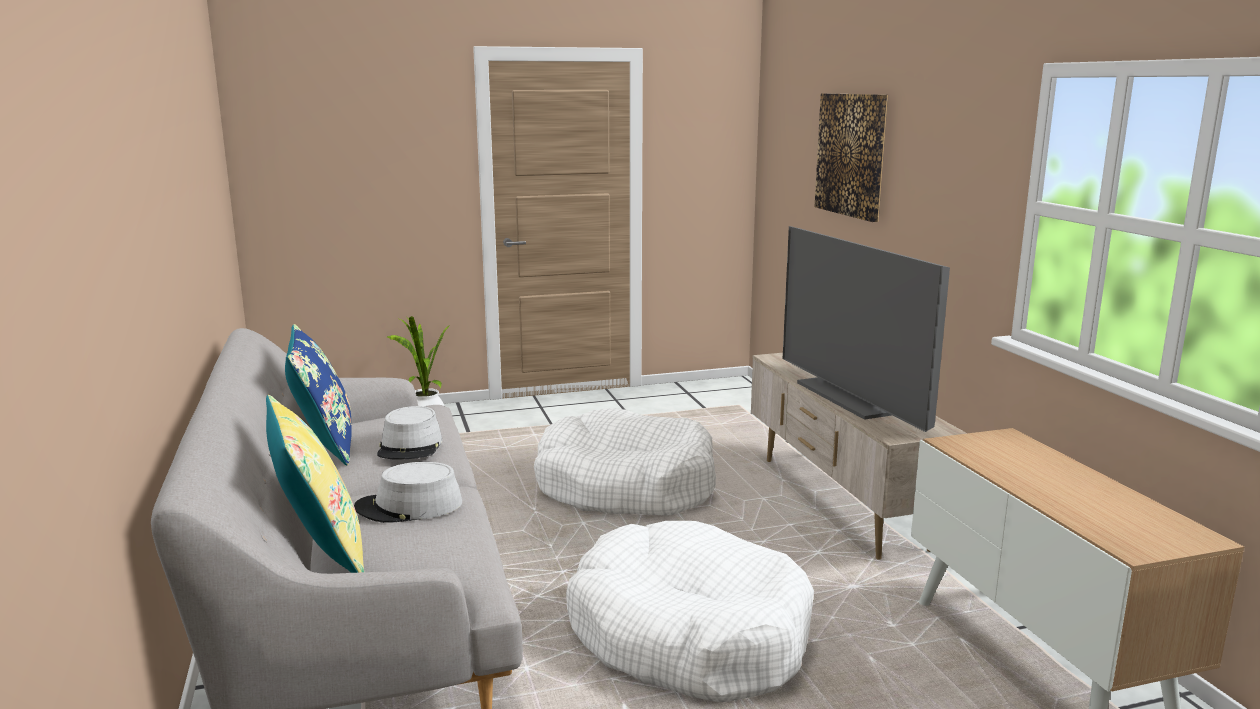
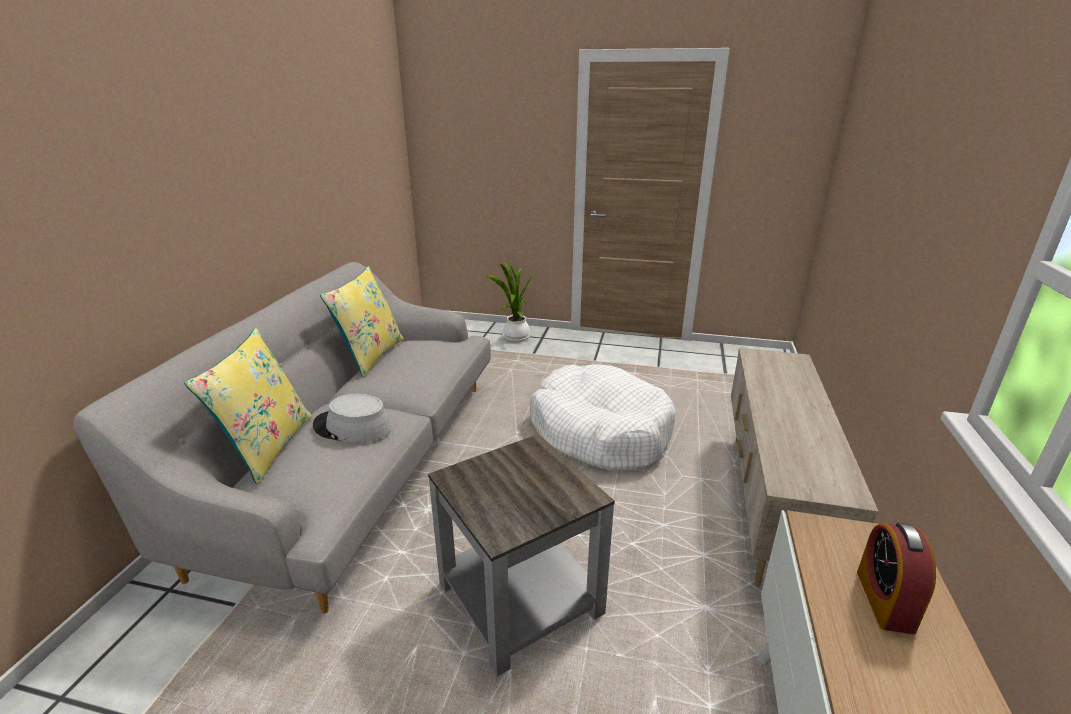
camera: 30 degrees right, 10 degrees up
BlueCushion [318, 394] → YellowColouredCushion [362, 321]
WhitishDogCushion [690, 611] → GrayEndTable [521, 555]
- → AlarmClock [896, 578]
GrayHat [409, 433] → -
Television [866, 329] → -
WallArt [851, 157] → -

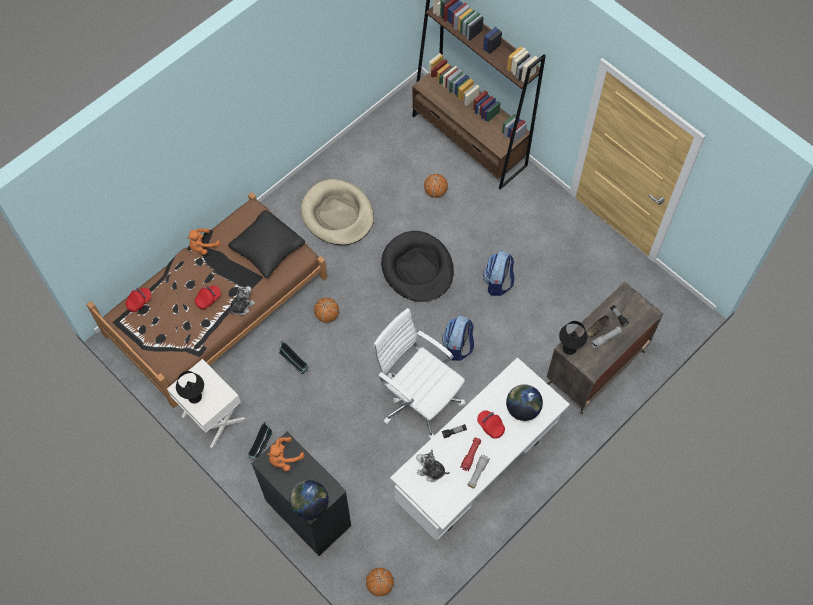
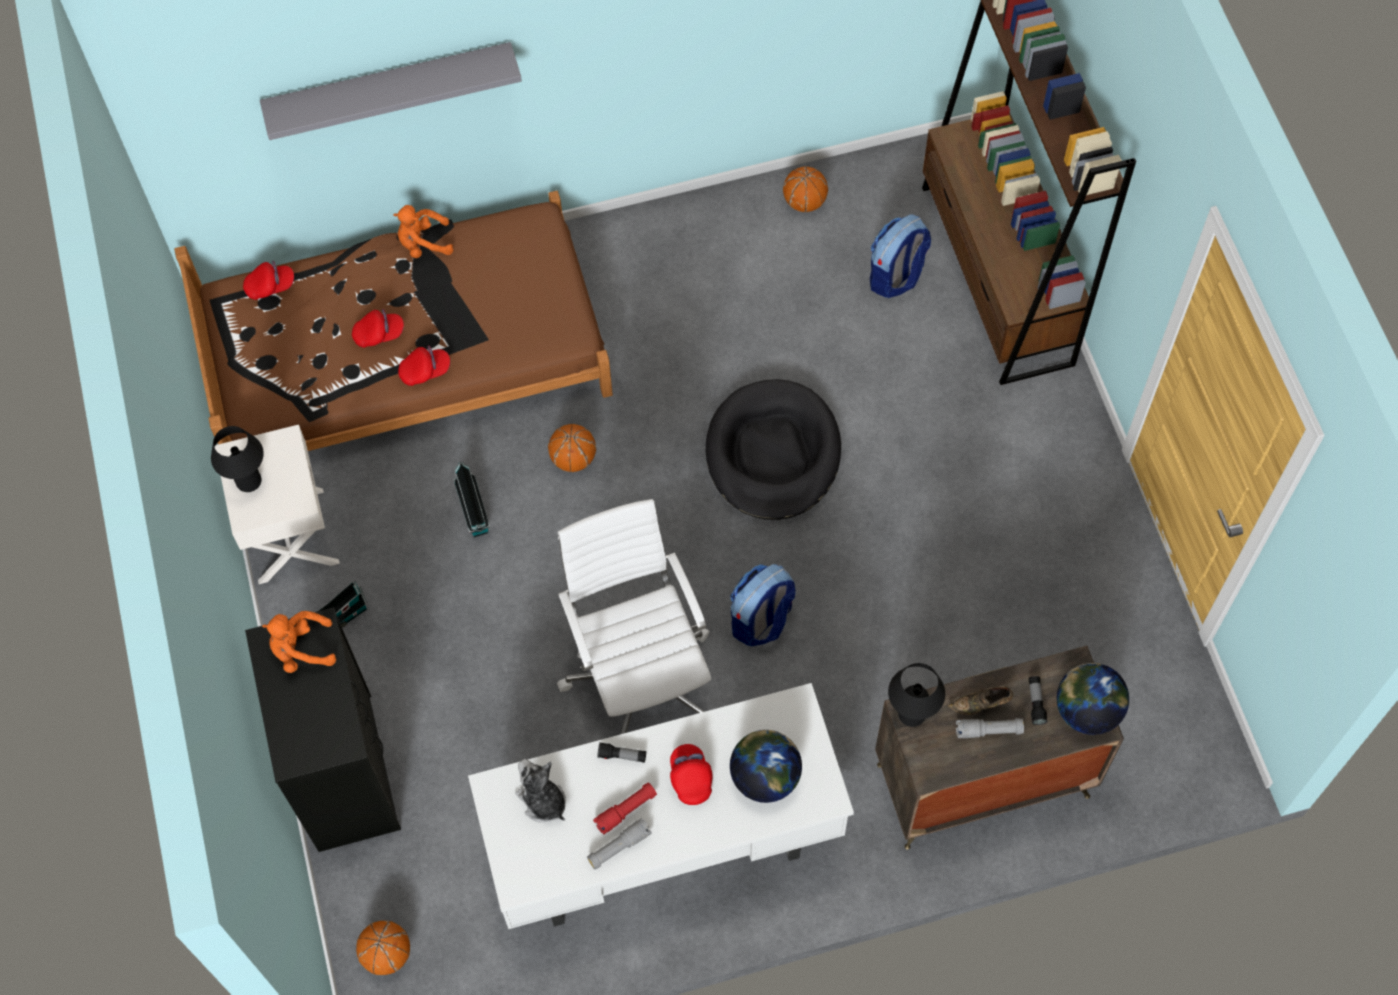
camera: 30 degrees right, 0 degrees up
- → GrayShelf [391, 91]
SoftToy [241, 300] → RedColouredBaseballCap [424, 365]
Basketball [436, 186] → Basketball [805, 189], relocated
Backpack [498, 273] → Backpack [900, 256], relocated
Globe [309, 500] → Globe [1093, 699], relocated
BlackColouredCushion [266, 244] → -
SandColouredDogCushion [337, 212] → -

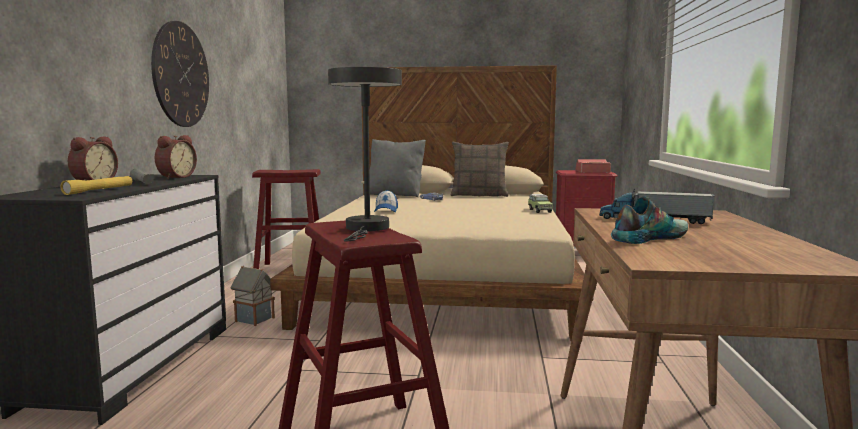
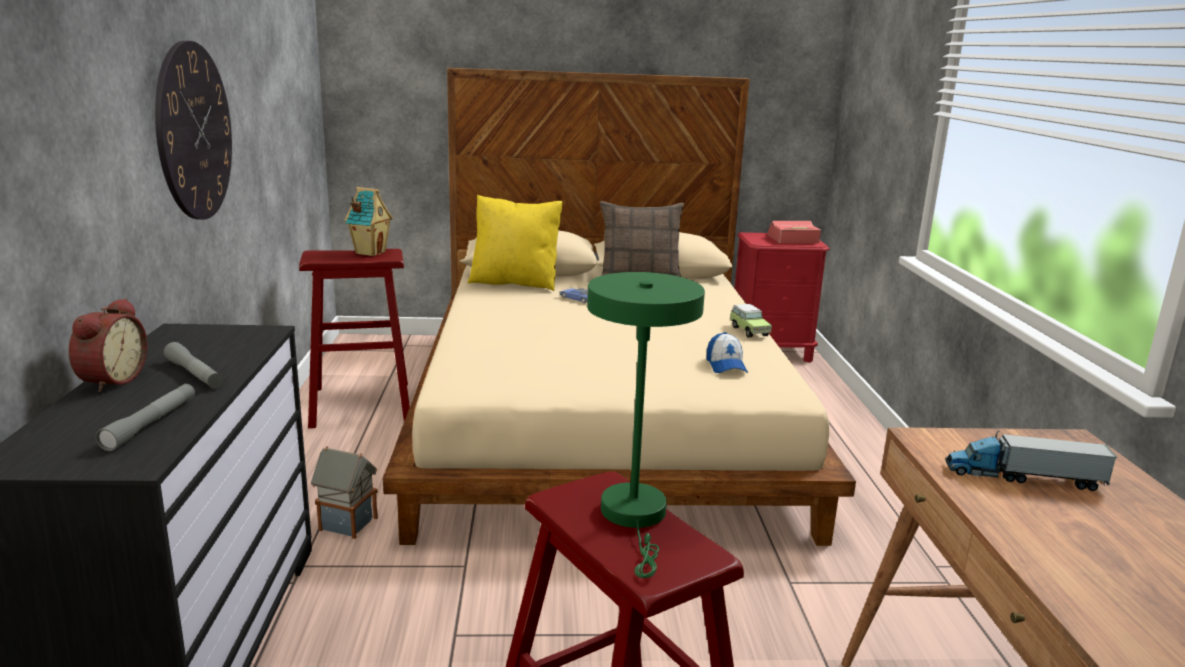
camera: 10 degrees left, 10 degrees up
YellowColouredTorch [96, 185] → GrayTorch [145, 417]
- → ModelHouse [368, 221]
GrayCushion [397, 168] → YellowColouredCushion [515, 243]
GrayTableLamp [365, 154] → GreenColouredTableLamp [646, 425]
BaseballCap [386, 201] → BaseballCap [727, 352], relocated
AlarmClock [176, 157] → -
ItemOfFootwear [649, 220] → -

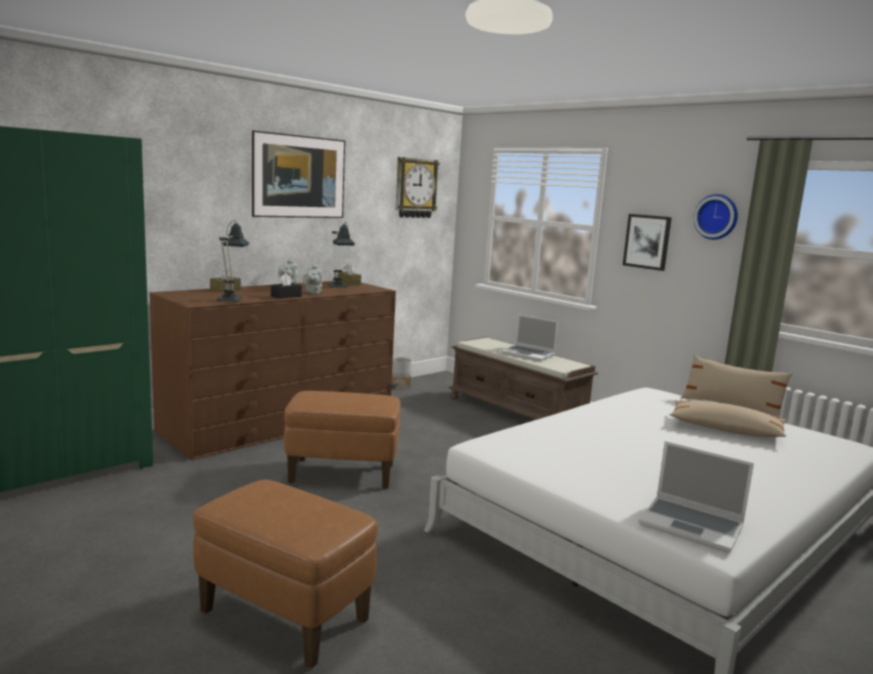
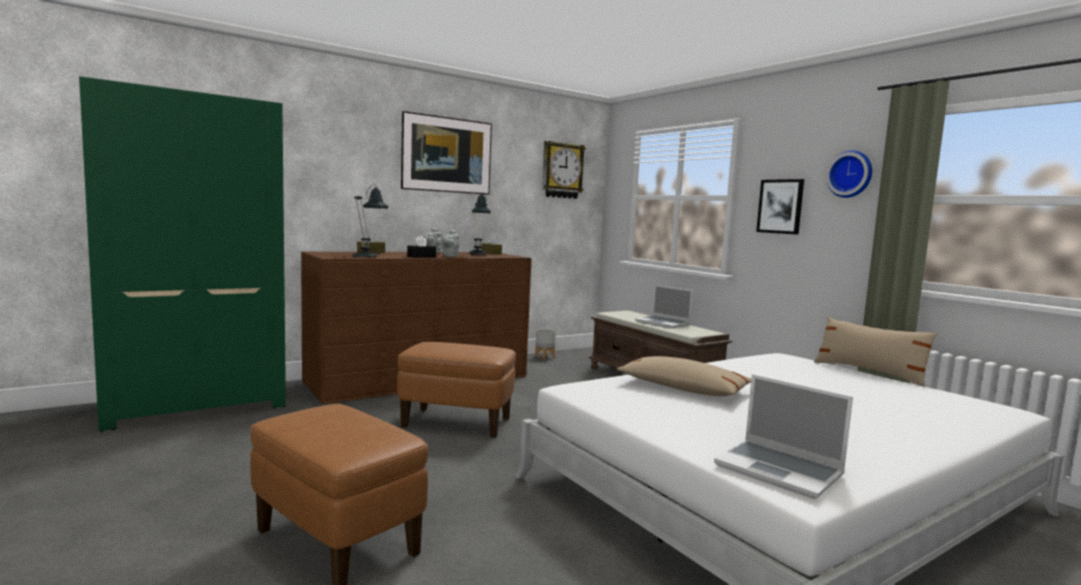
camera: 10 degrees right, 5 degrees down
SandColouredCushion [728, 419] → SandColouredCushion [684, 376], relocated

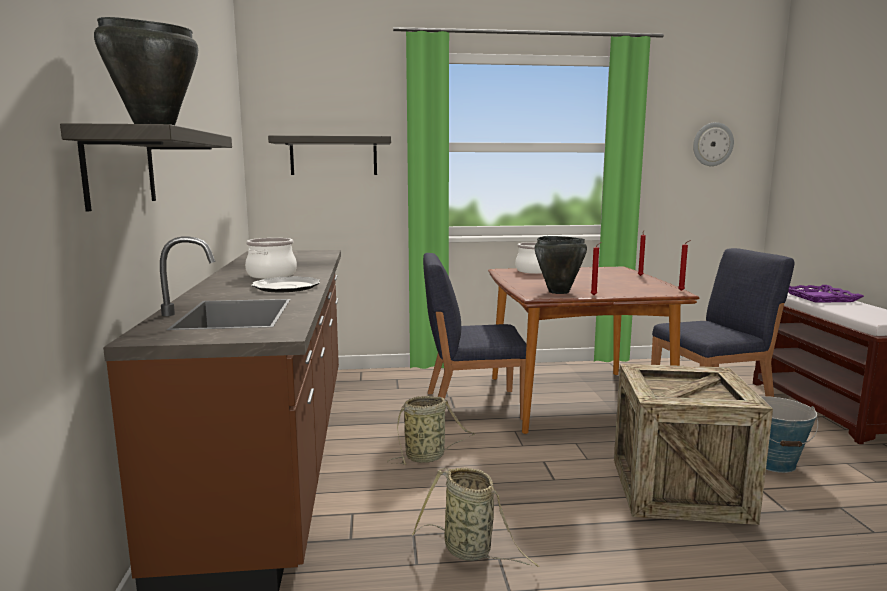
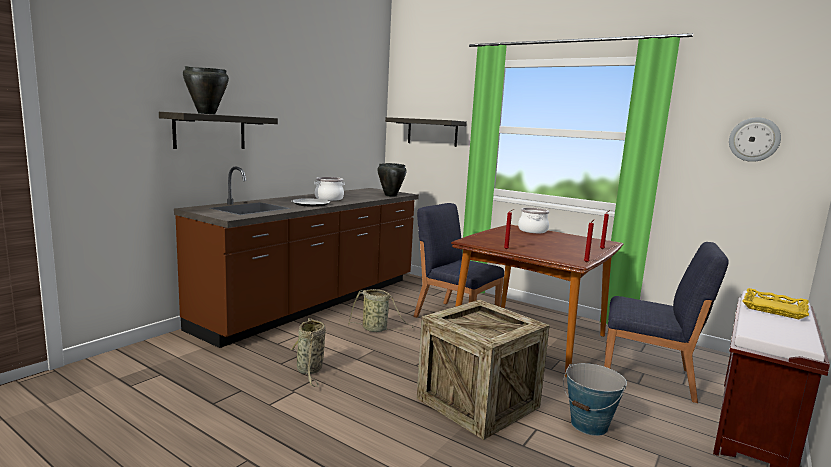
camera: 40 degrees right, 0 degrees up
BlackColouredSaucepot [561, 265] → BlackColouredSaucepot [392, 180], relocated
PurplishCarryingTray [826, 294] → YellowColouredCarryingTray [775, 303]

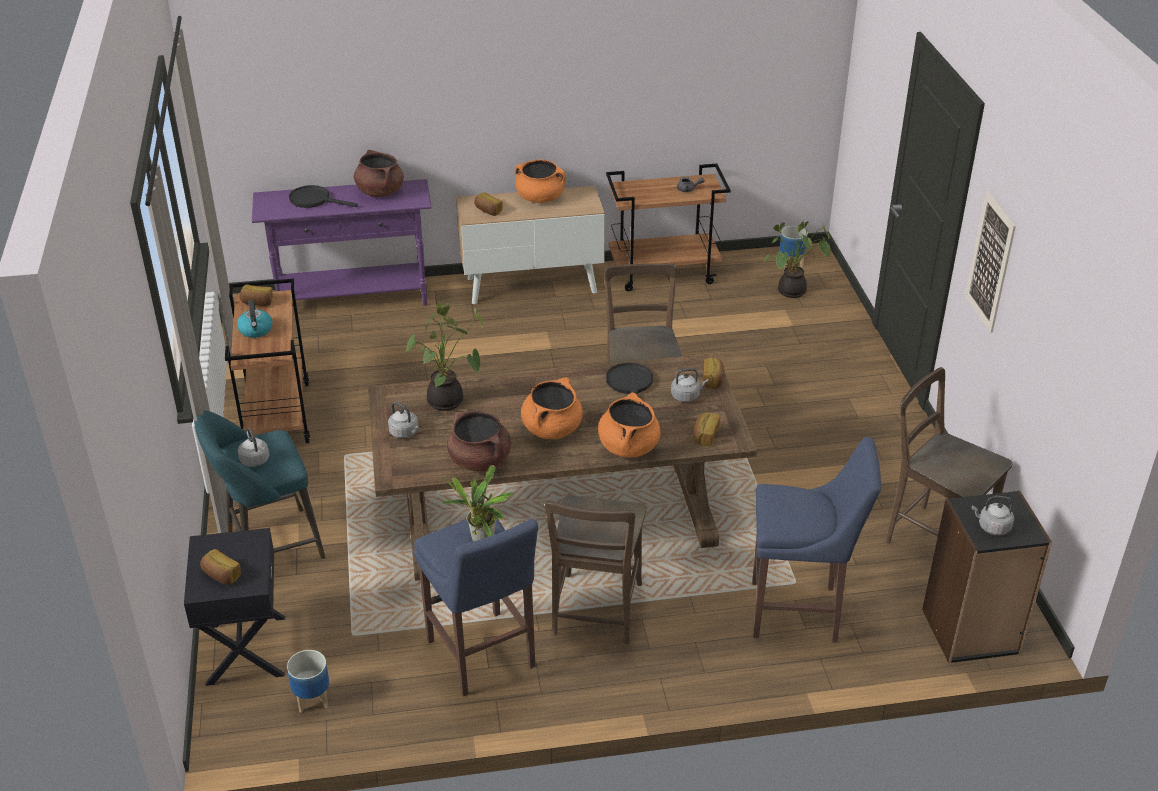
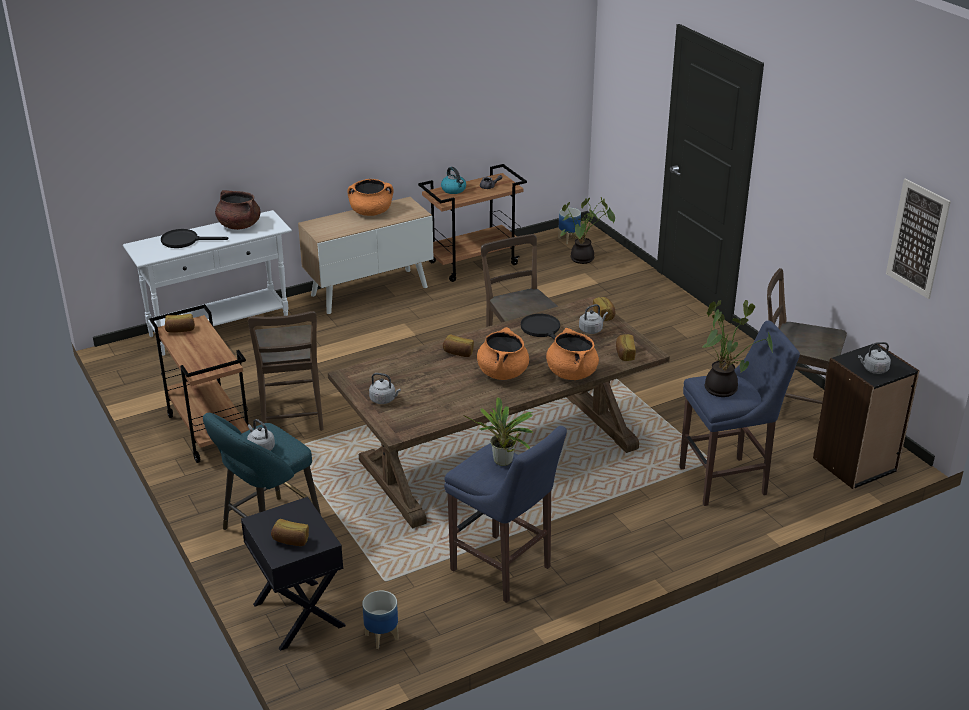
camera: 20 degrees left, 5 degrees down
PurplishHallTable [342, 242] → WhitishHallTable [207, 283]
BrownColouredPlainChair [596, 570] → BrownColouredPlainChair [286, 371], relocated
TeaKettle [254, 319] → TeaKettle [453, 180], relocated
BakeryBread [488, 204] → BakeryBread [458, 345], relocated
Houseplant [444, 357] → Houseplant [737, 348], relocated
WallArt [990, 262] → WallArt [918, 239], relocated
BrownColouredSaucepot [479, 441] → -

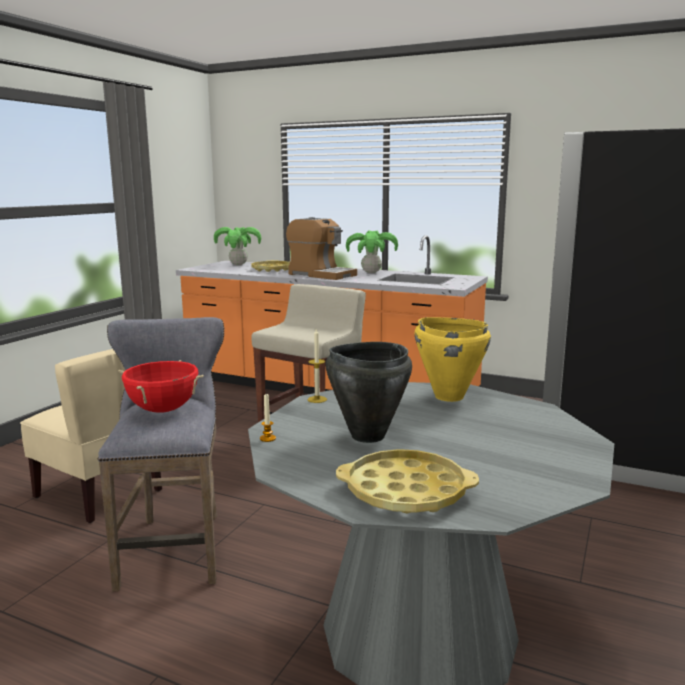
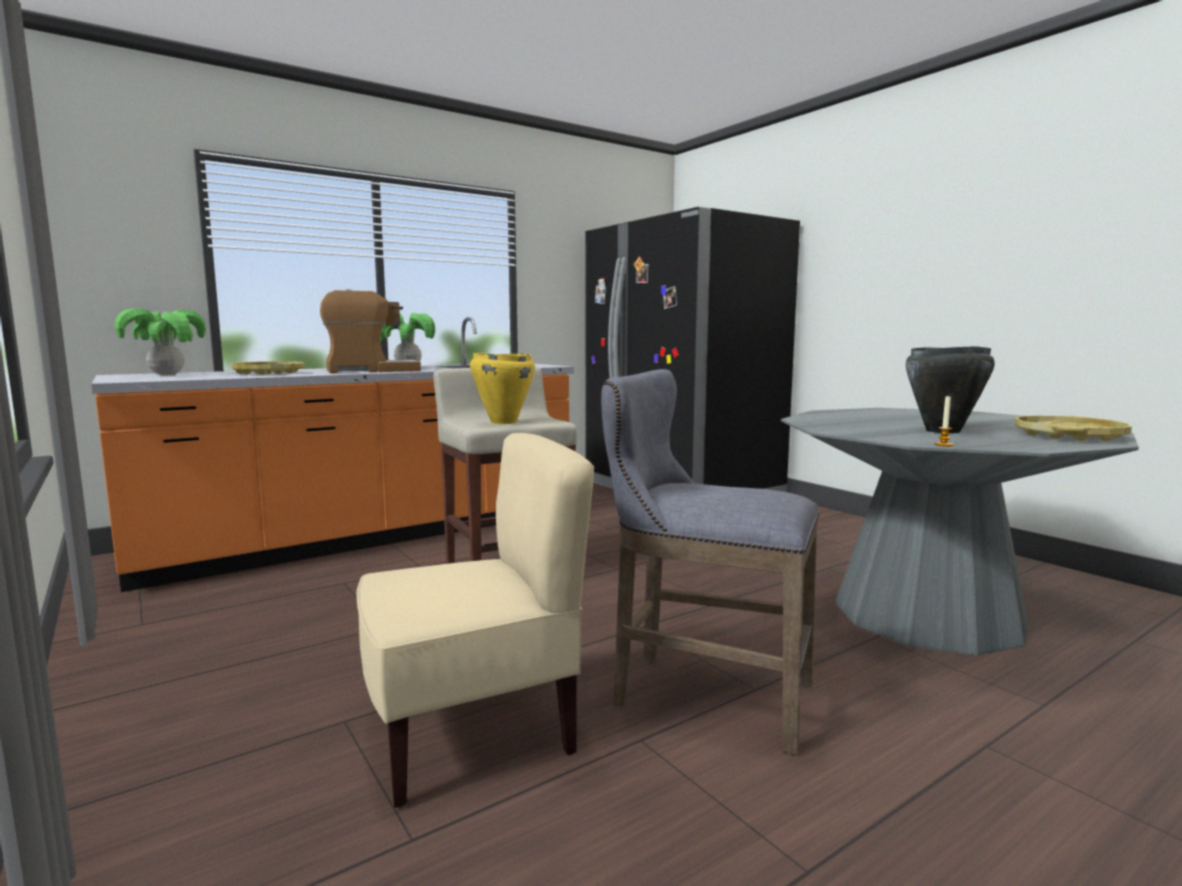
camera: 60 degrees left, 5 degrees down
YellowColouredSaucepot [452, 359] → YellowColouredSaucepot [502, 388], relocated
RedColouredSaucepot [161, 386] → -
WaxCandle [317, 366] → -

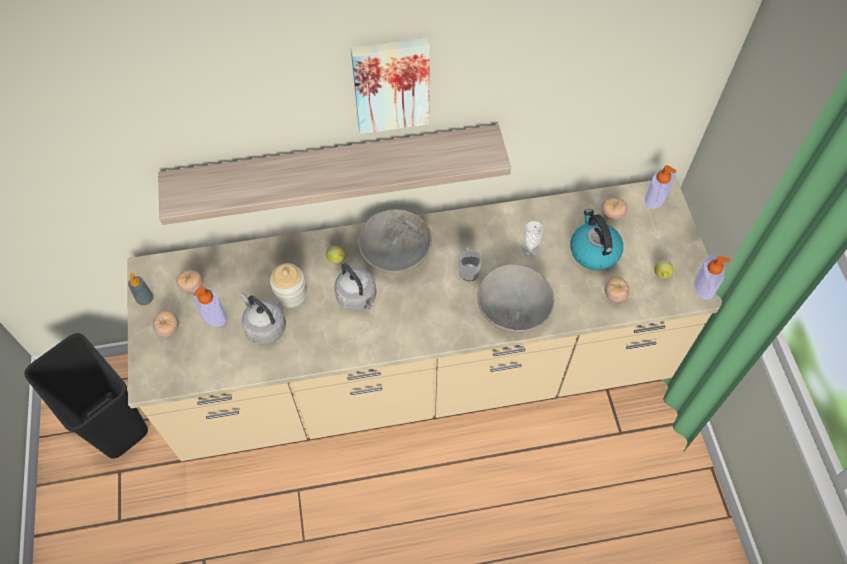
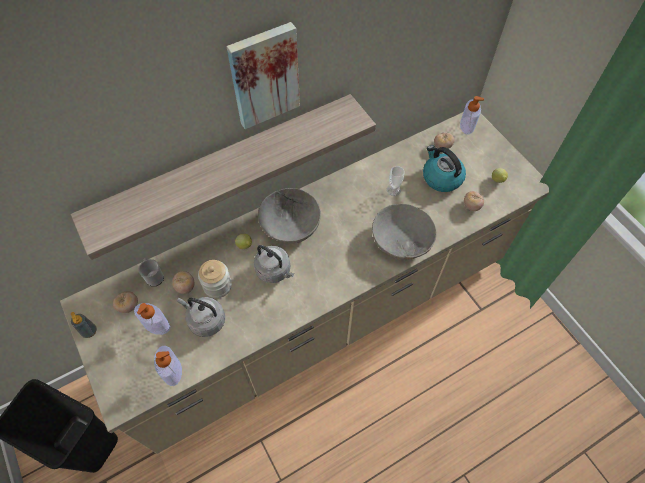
camera: 20 degrees left, 0 degrees up
Mug [470, 264] → Mug [151, 272], relocated
SoapBottle [712, 277] → SoapBottle [168, 366], relocated
Tomato [166, 323] → Tomato [183, 282], relocated

